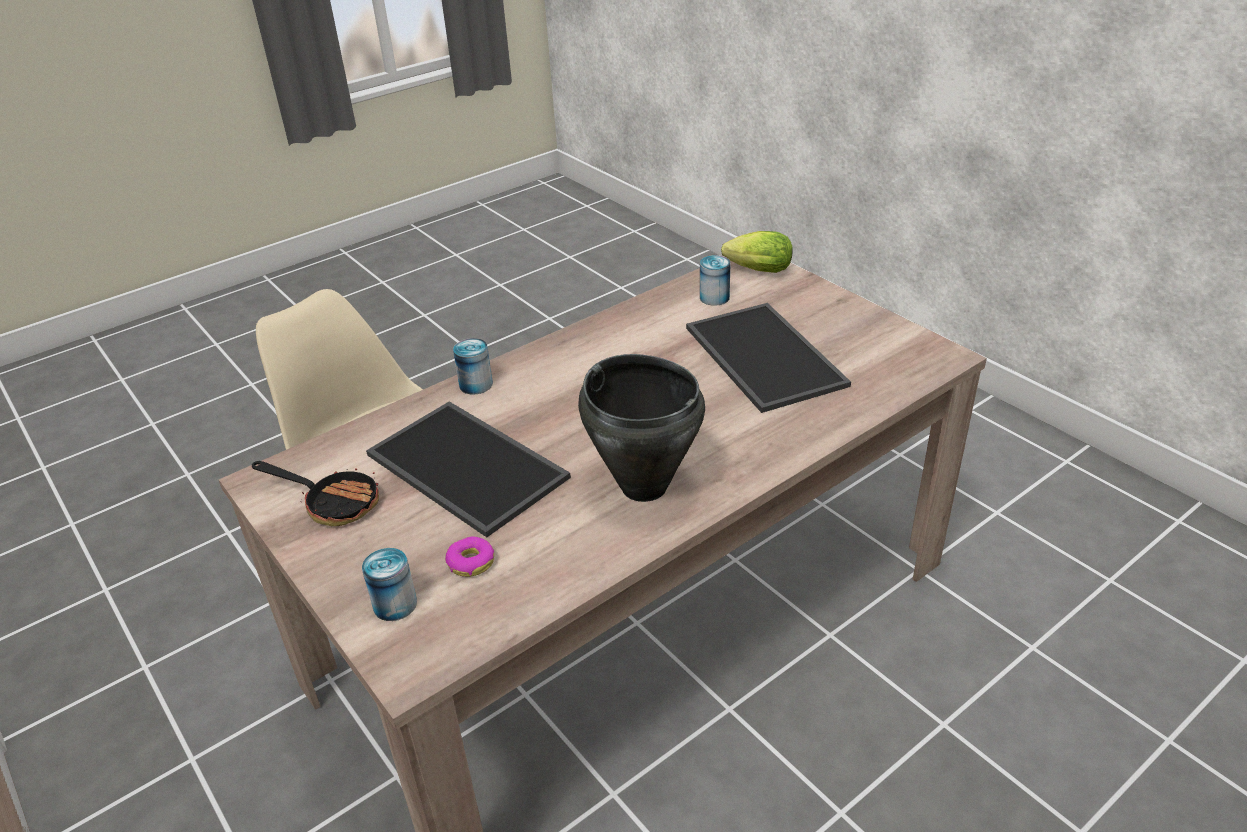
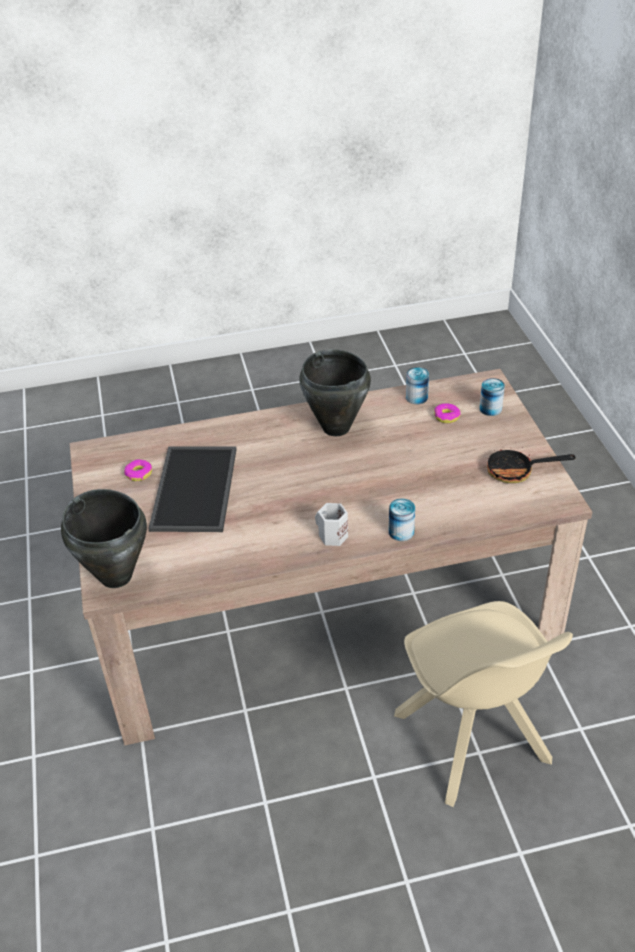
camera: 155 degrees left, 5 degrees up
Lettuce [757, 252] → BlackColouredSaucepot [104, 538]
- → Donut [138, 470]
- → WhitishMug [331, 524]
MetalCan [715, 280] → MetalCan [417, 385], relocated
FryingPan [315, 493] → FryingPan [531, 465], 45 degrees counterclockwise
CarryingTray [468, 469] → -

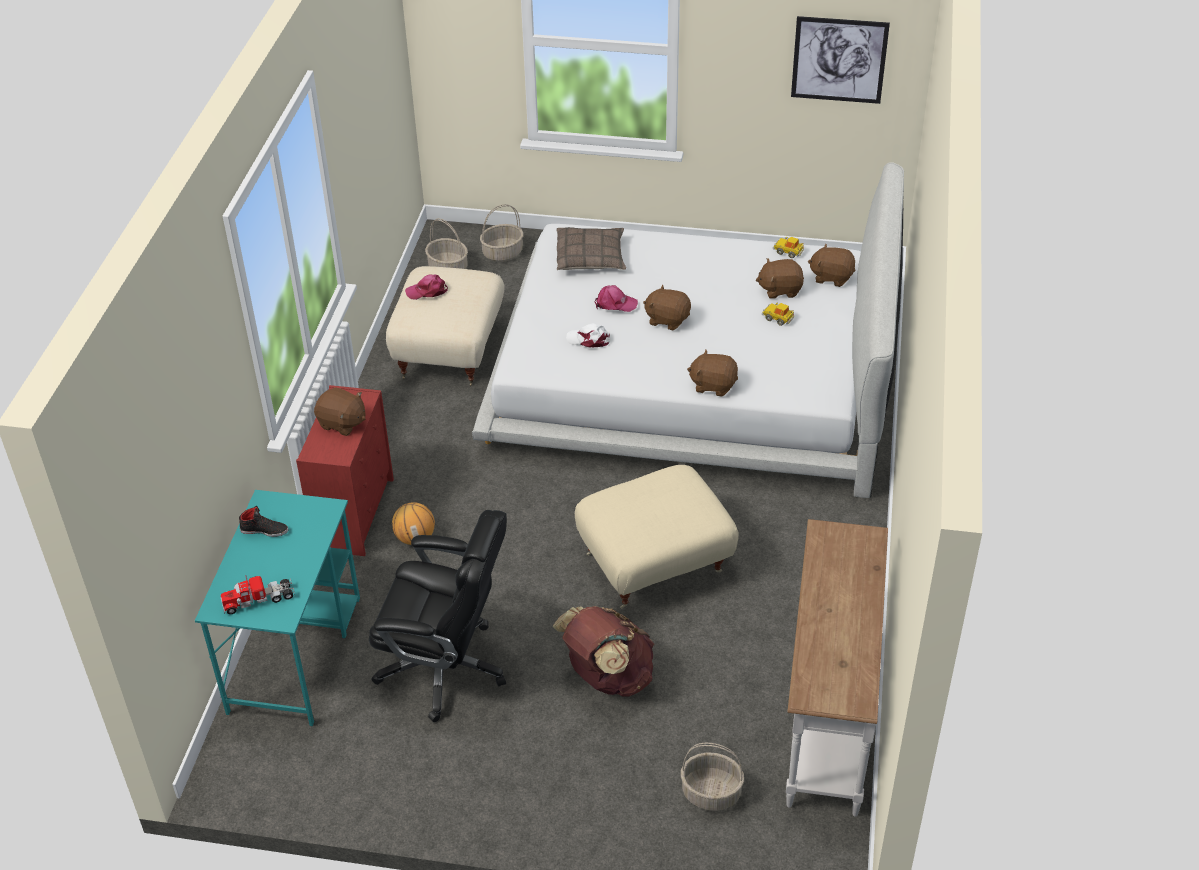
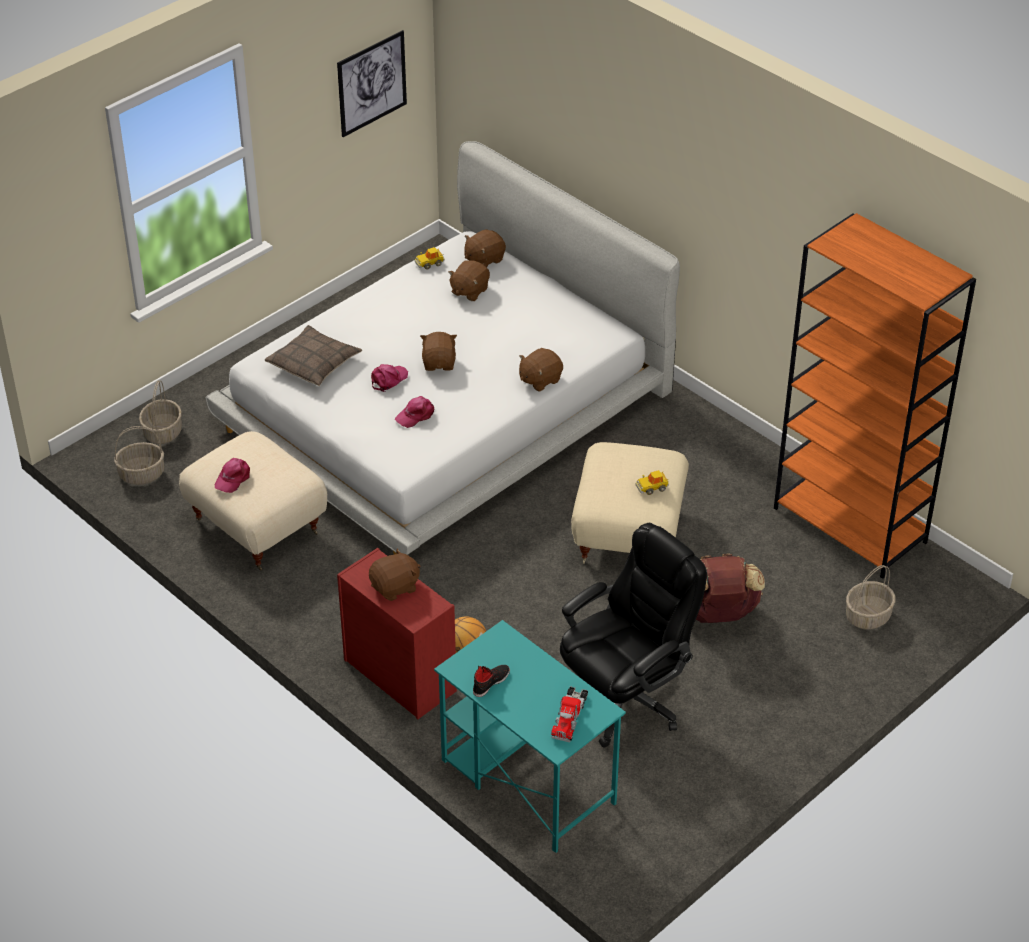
camera: 55 degrees left, 0 degrees up
WhitishBaseballCap [588, 335] → PinkColouredBaseballCap [415, 412]
BrownColouredSoftToy [667, 308] → BrownColouredSoftToy [438, 351], 120 degrees clockwise
MiniatureCar [778, 314] → MiniatureCar [652, 482], relocated
WhitishHallTable [837, 668] → OrangeColouredBookshelf [875, 396]

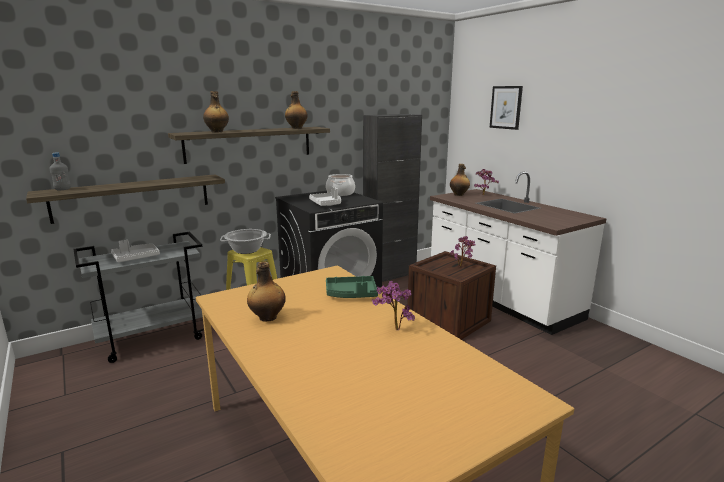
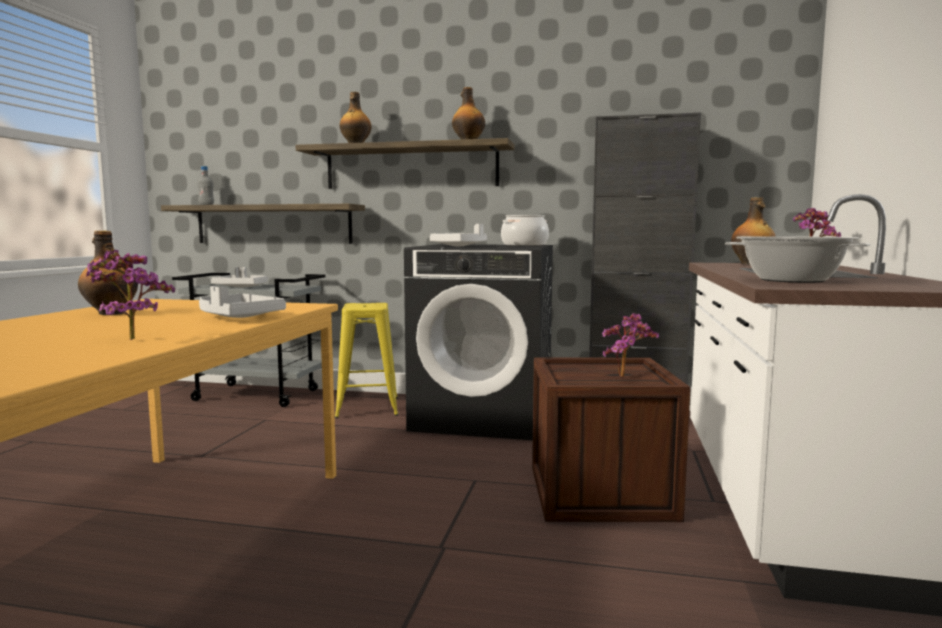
camera: 45 degrees right, 10 degrees down
GreenColouredCarryingTray [352, 287] → GrayCarryingTray [242, 302]
Saucepot [245, 241] → Saucepot [798, 259], relocated
WallArt [506, 108] → -

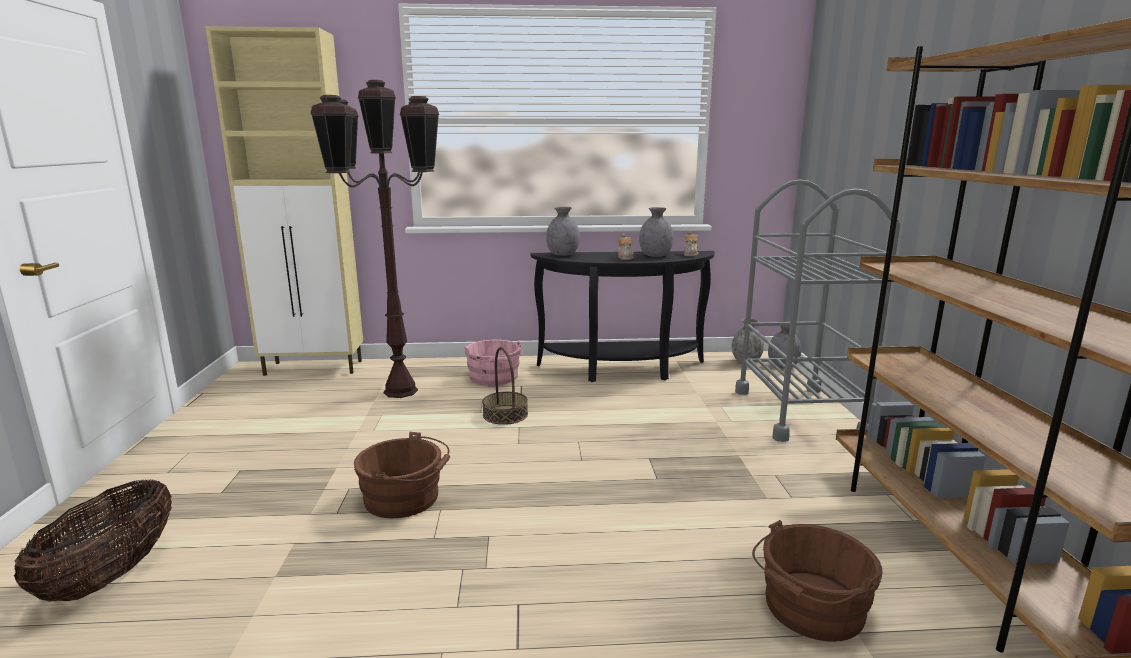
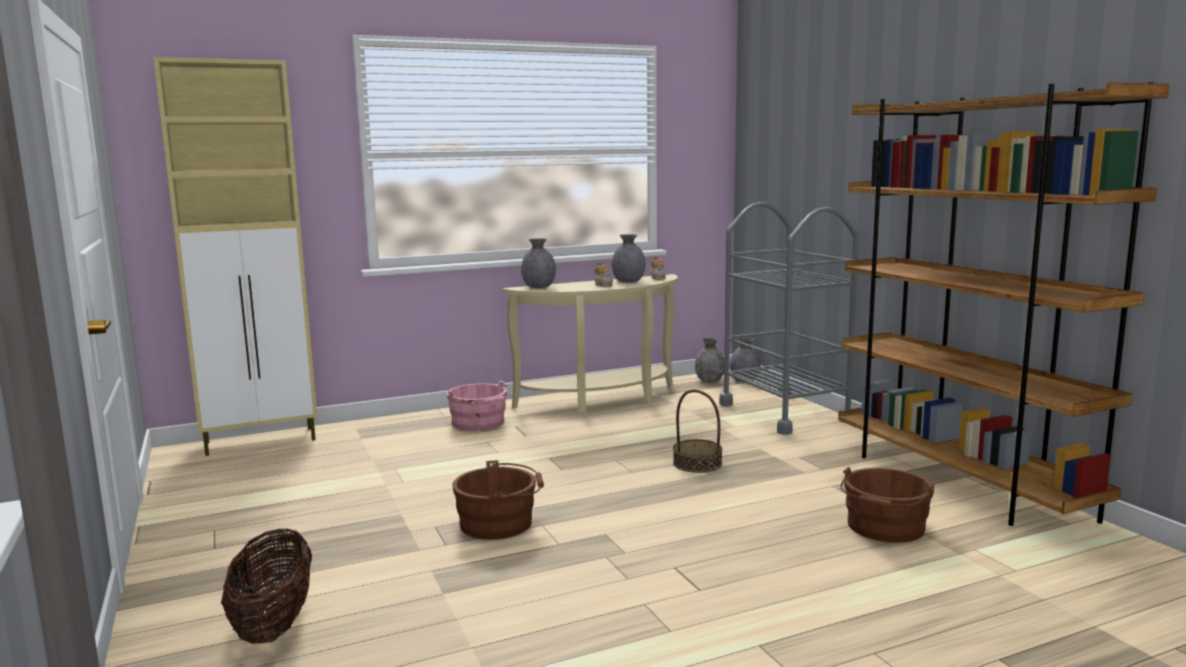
camera: 20 degrees left, 5 degrees down
BlackColouredHallTable [623, 316] → SandColouredHallTable [590, 344]
StorageBasket [505, 386] → StorageBasket [697, 431], relocated
BrownColouredFloorLamp [374, 239] → -

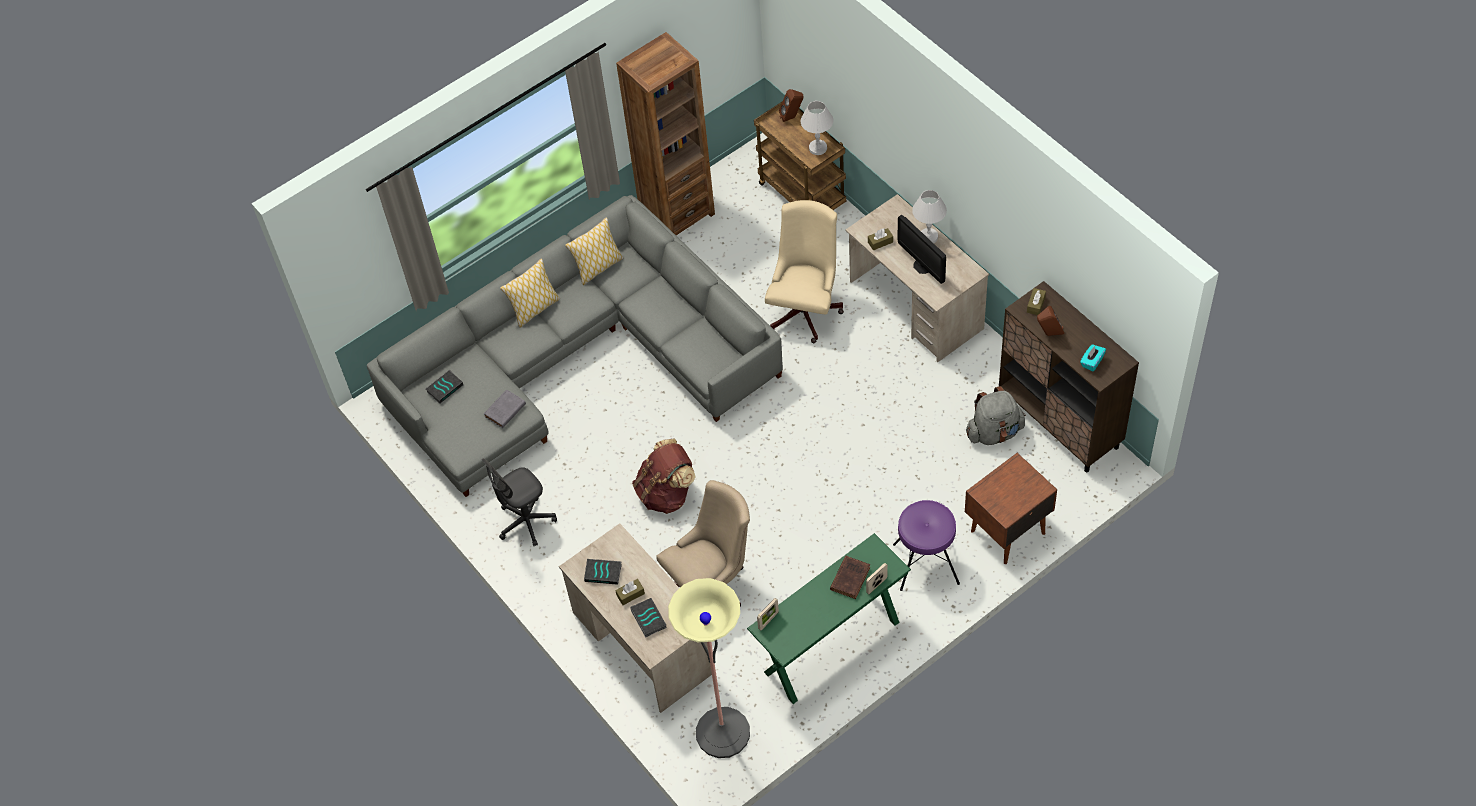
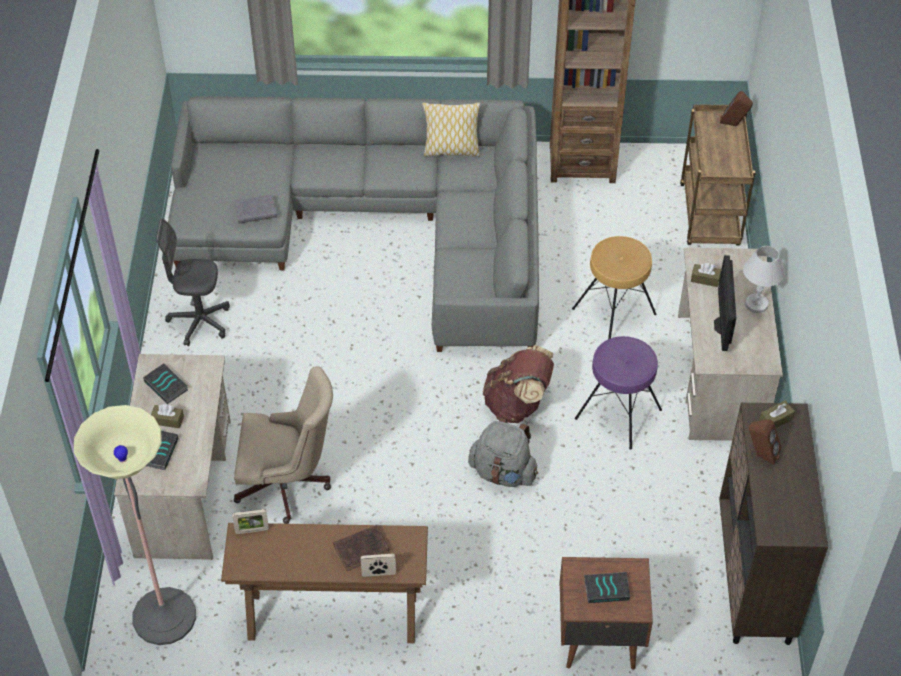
camera: 35 degrees right, 5 degrees down
GreenColouredHallTable [829, 618] → BrownColouredHallTable [324, 583]
GrayBackpack [996, 415] → GrayBackpack [503, 452], relocated
BrownColouredBackpack [664, 476] → BrownColouredBackpack [518, 384], relocated
SandColouredDeskChair [804, 271] → BrownColouredSittingStool [614, 287]
PurplishSittingStool [926, 545] → PurplishSittingStool [618, 393], relocated
BoundBook [444, 386] → BoundBook [607, 587], relocated
Cushion [530, 293] → -
WhitishTableLamp [817, 128] → -
BlueGreenBoxOfTissues [1093, 358] → -

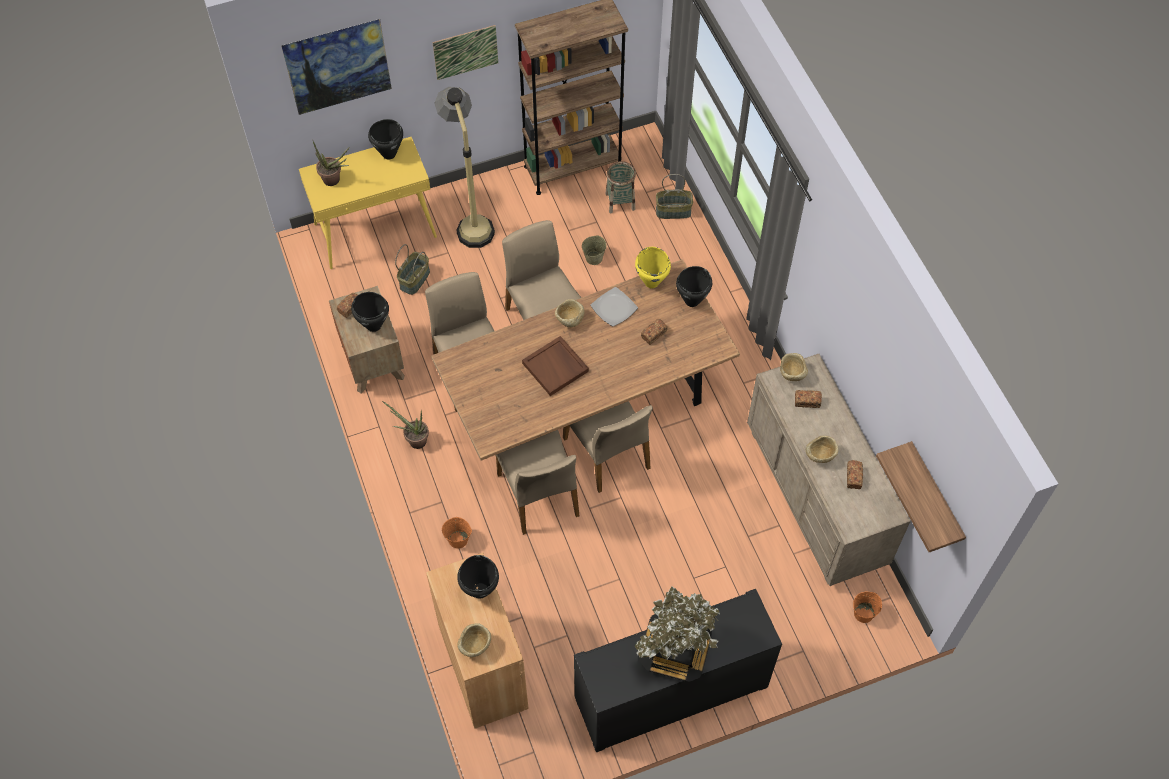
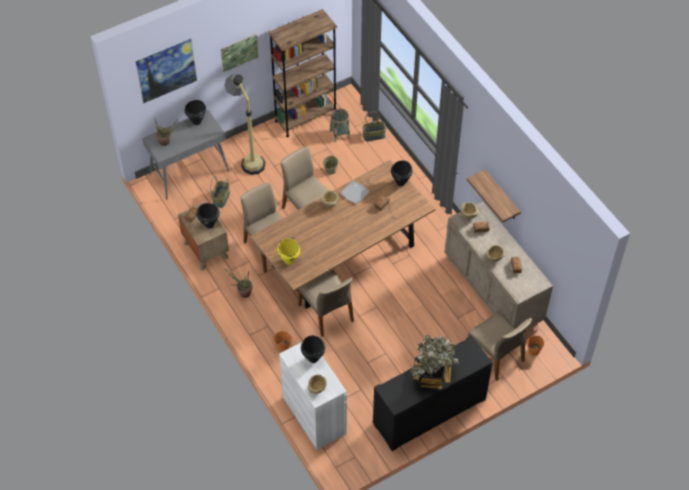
camera: 10 degrees left, 5 degrees down
YellowColouredHallTable [368, 203] → GrayHallTable [185, 155]
YellowColouredSaucepot [653, 267] → YellowColouredSaucepot [288, 251], relocated
BrownColouredStorageCabinet [477, 641] → WhitishStorageCabinet [313, 396]
Shelf [921, 496] → Shelf [494, 196], relocated
SandColouredPlainChair [608, 447] → SandColouredPlainChair [500, 346], relocated
BrownColouredCarryingTray [555, 366] → -

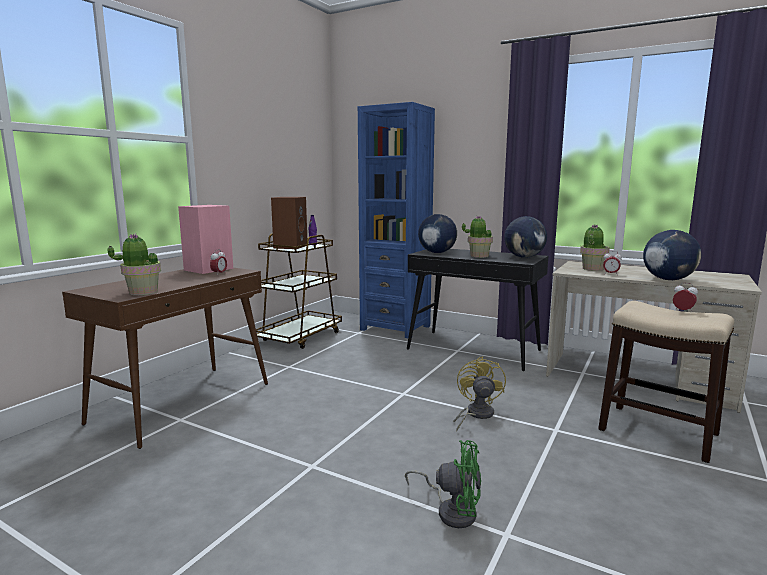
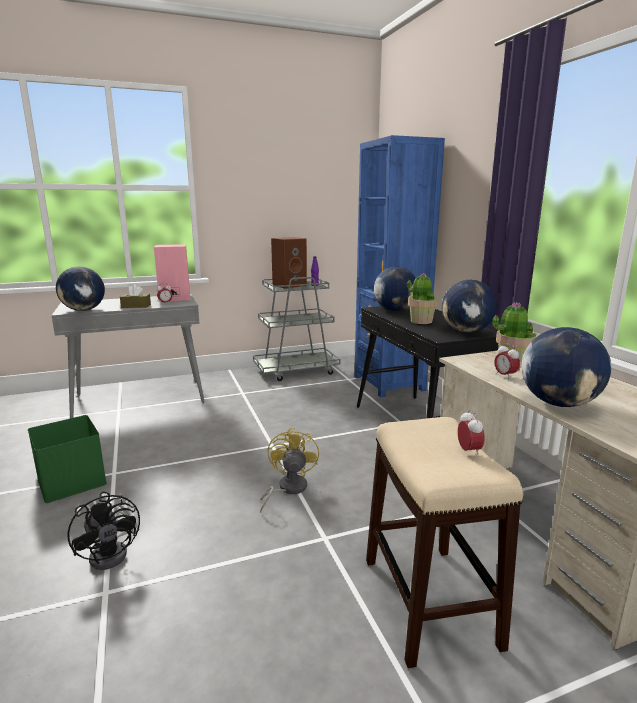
camera: 40 degrees right, 5 degrees up
- → GreenColouredStorageBox [67, 459]
BrownColouredHallTable [165, 358] → GrayHallTable [128, 356]
Houseplant [134, 264] → Globe [80, 289]
GreenColouredFan [443, 484] → BlackColouredFan [104, 531]
- → BrownColouredBoxOfTissues [135, 296]
BrownColouredCart [299, 291] → GrayCart [297, 329]
YellowColouredFan [479, 393] → YellowColouredFan [289, 470], 45 degrees counterclockwise

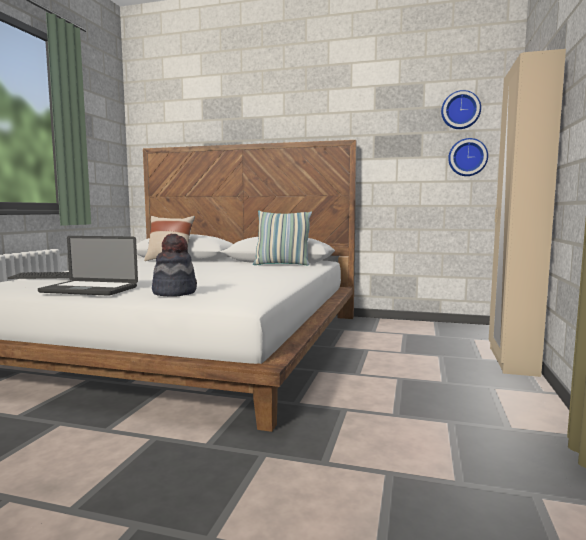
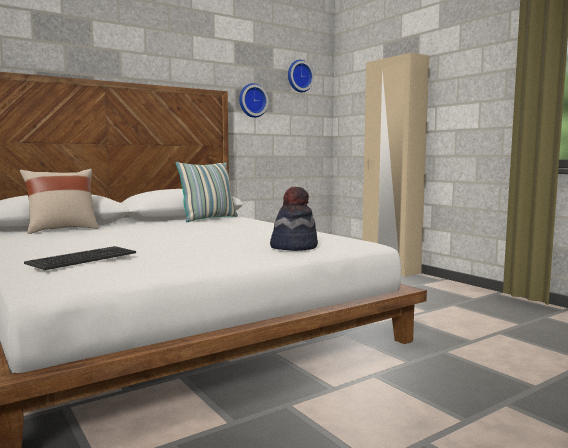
camera: 50 degrees left, 0 degrees up
ClockOnTheWall [468, 157] → ClockOnTheWall [254, 100], relocated
PortableComputer [88, 266] → -

